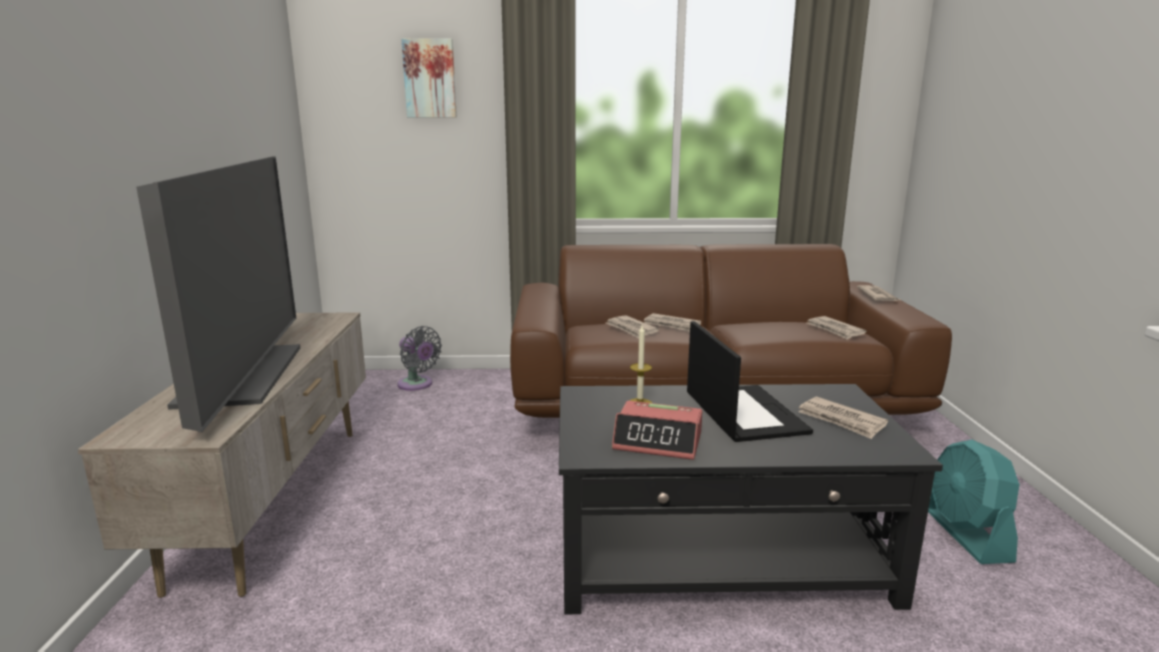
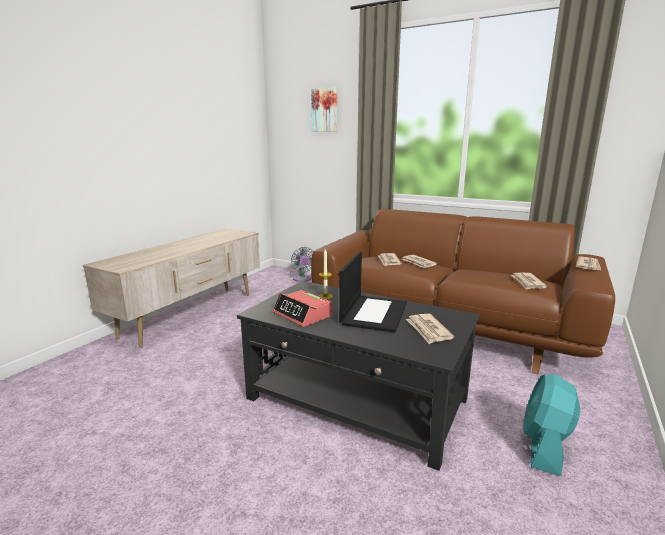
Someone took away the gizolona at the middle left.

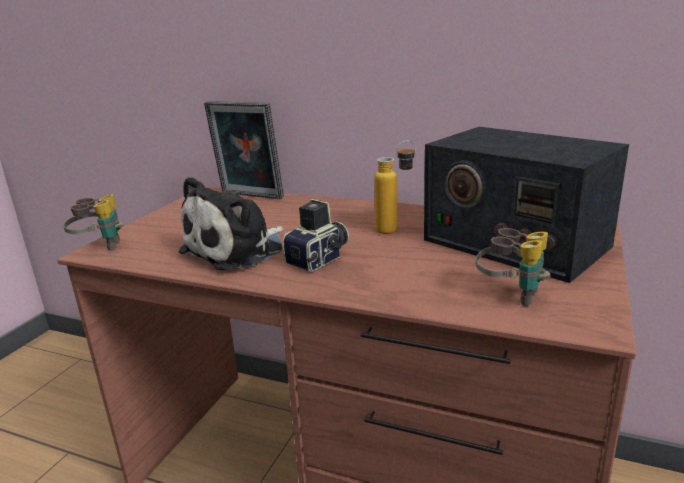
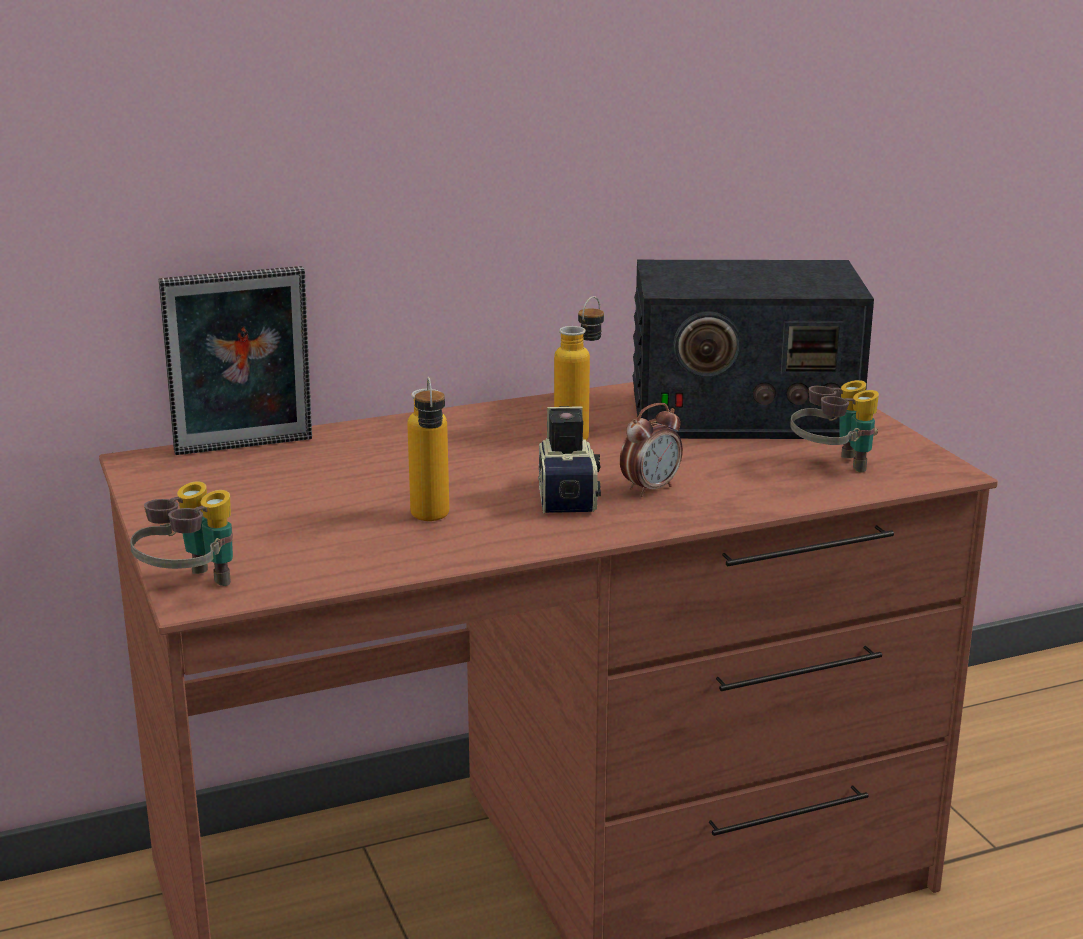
Someone put down the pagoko at the centre. Someone swapped the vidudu at the centre for the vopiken (1st from left) at the centre.

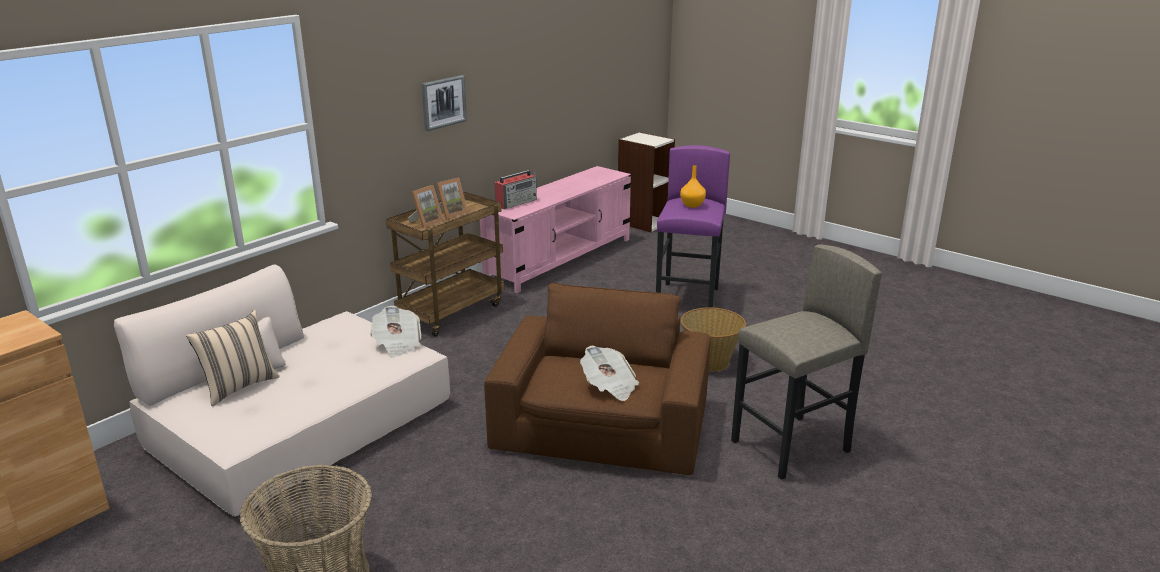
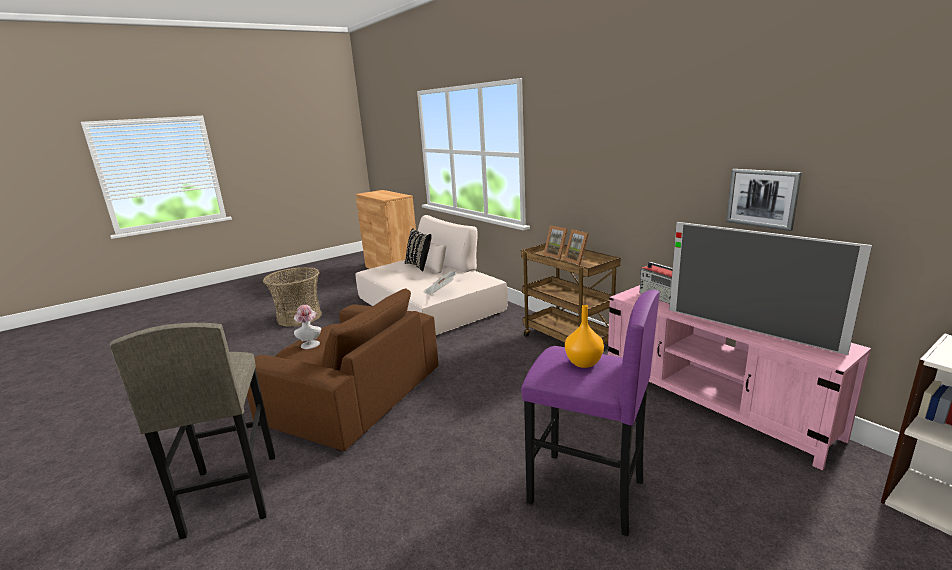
Someone took away the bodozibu (2nd from left) at the centre. Someone put down the gizolona at the middle right. Someone carried the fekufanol from the top centre to the middle right. Someone swapped the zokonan (2nd from left) at the centre for the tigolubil at the middle left. Someone repainted the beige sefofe at the middle left, which became the black sefofe at the centre.

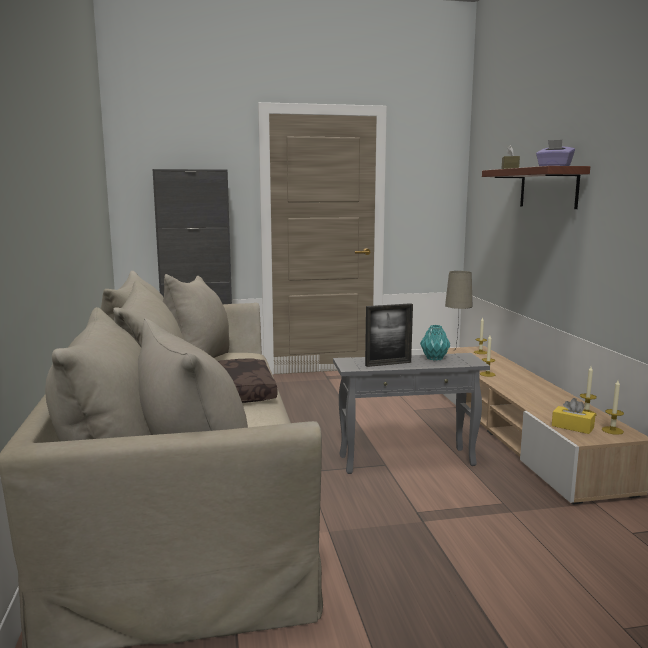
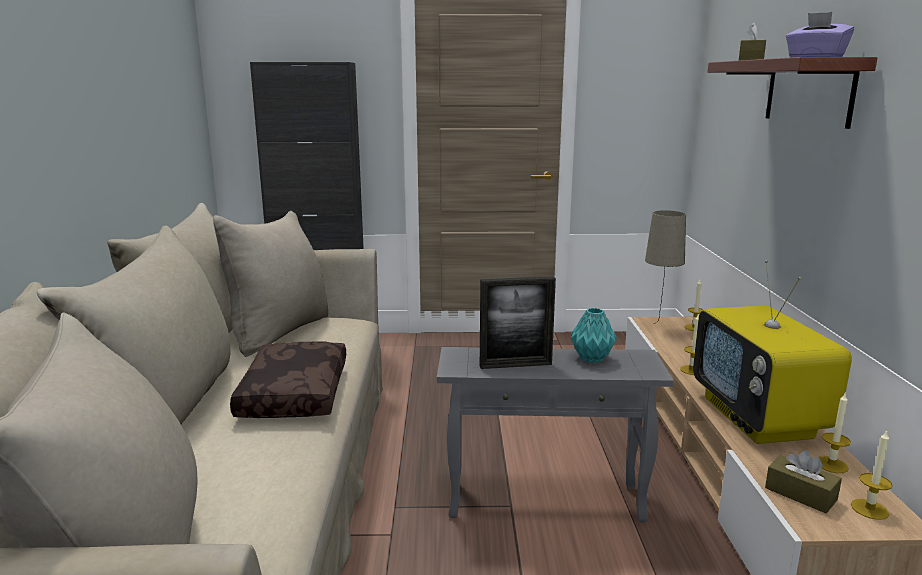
Someone put down the gizolona at the middle right. Someone repainted the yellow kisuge at the middle right, which became the brown kisuge (2nd from left) at the bottom right.

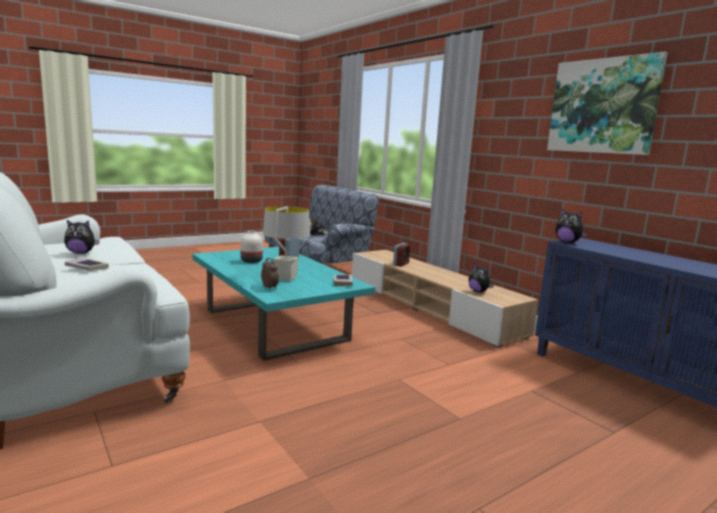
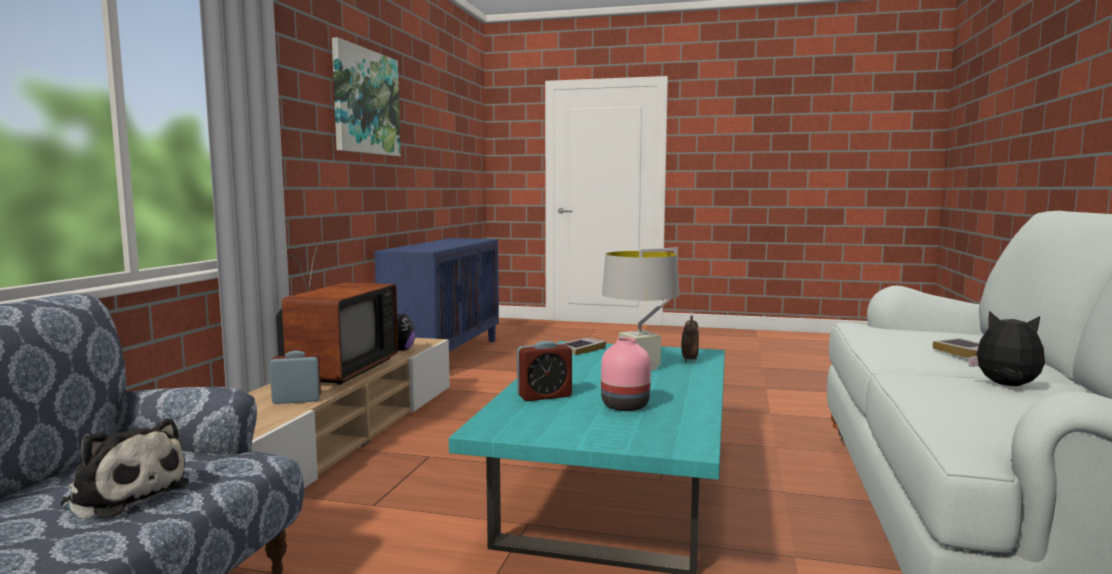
Someone took away the vidudu (4th from left) at the middle right. Someone put down the gizolona at the middle left. Someone repainted the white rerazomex at the centre, which became the pink rerazomex at the centre.

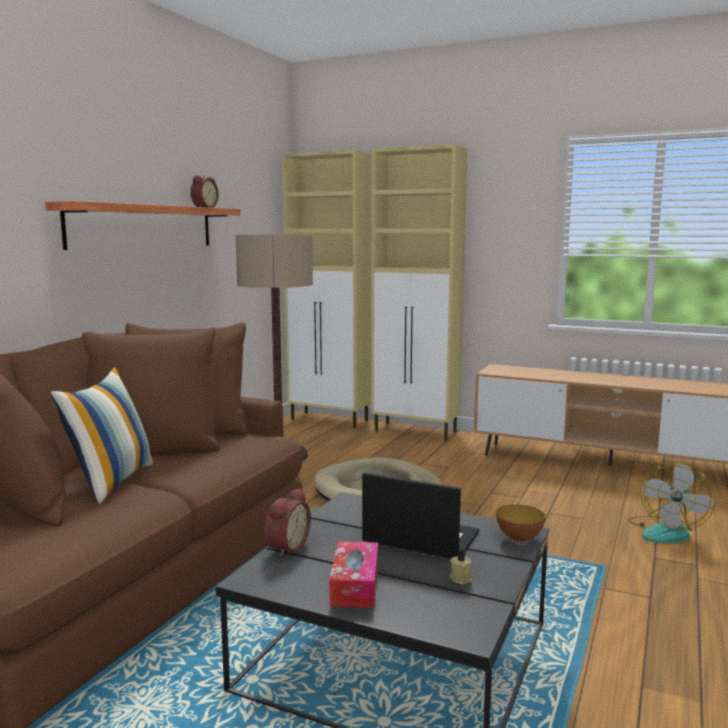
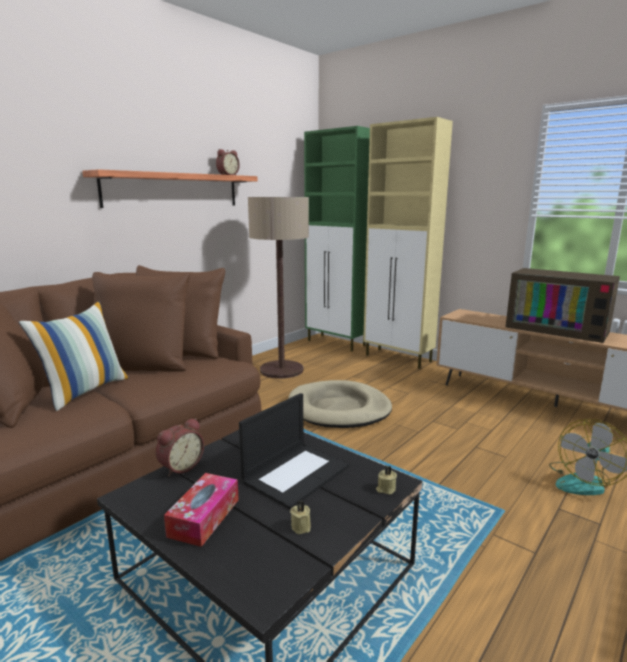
Someone put down the gizolona at the middle right. Someone swapped the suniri at the bottom right for the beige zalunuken (2nd from left) at the bottom centre. Someone repainted the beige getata (1st from left) at the centre, which became the green getata at the centre. Someone rotated the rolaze at the bottom centre by 90 degrees clockwise.

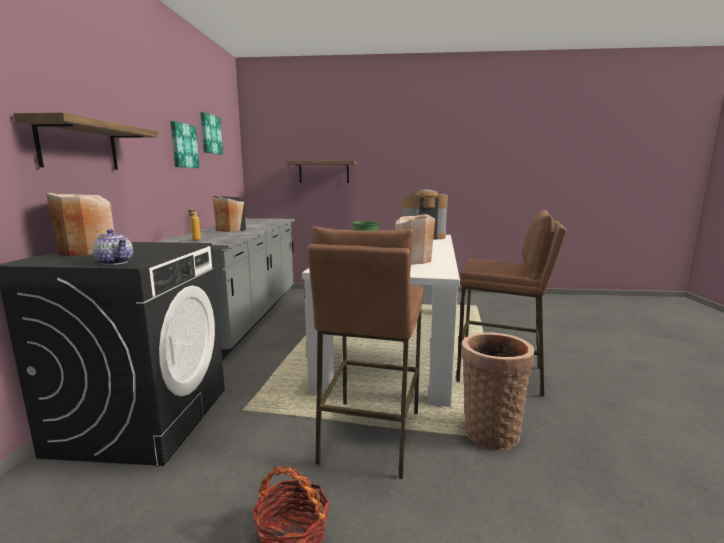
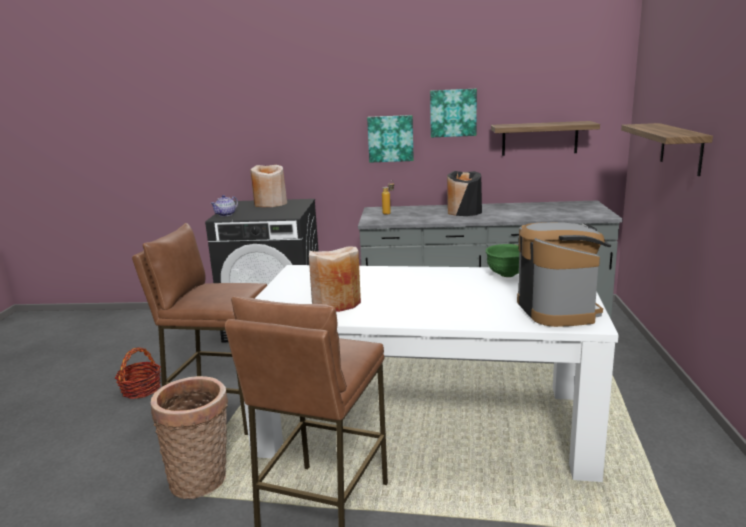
Someone carried the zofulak (1st from left) from the top left to the top right. Someone carried the fekufanol (2nd from left in the first image) from the top left to the top centre.

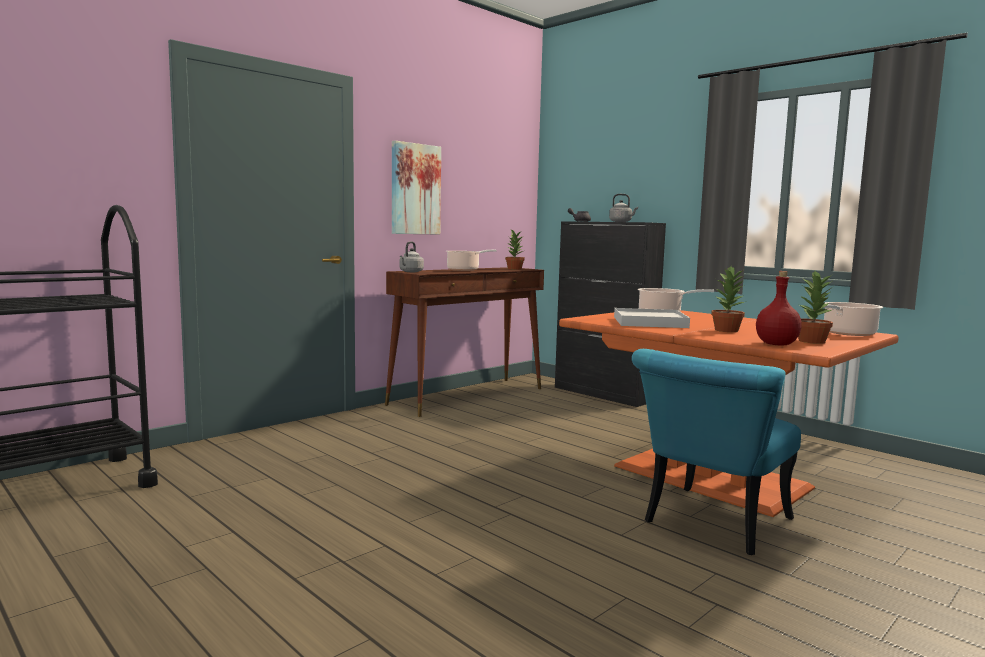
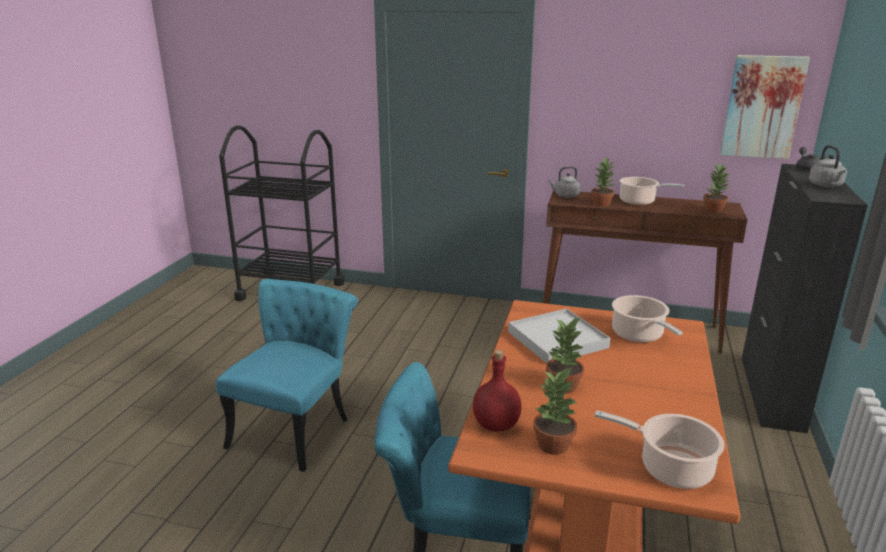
Someone put down the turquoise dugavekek (1st from left) at the bottom left. Someone put down the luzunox (3rd from left) at the top right. Someone carried the fekufanol from the top centre to the top right.

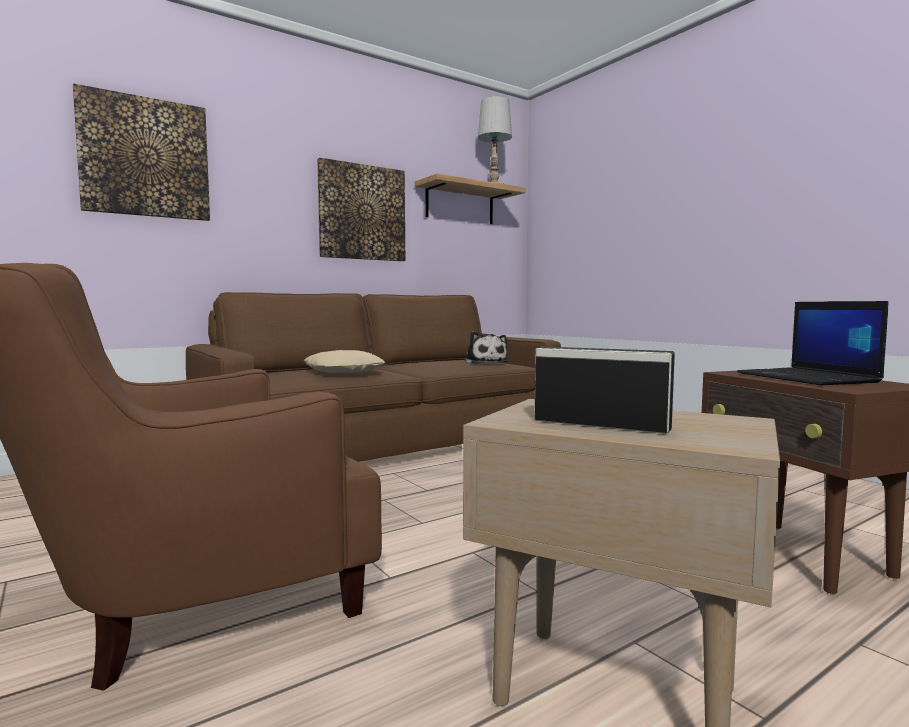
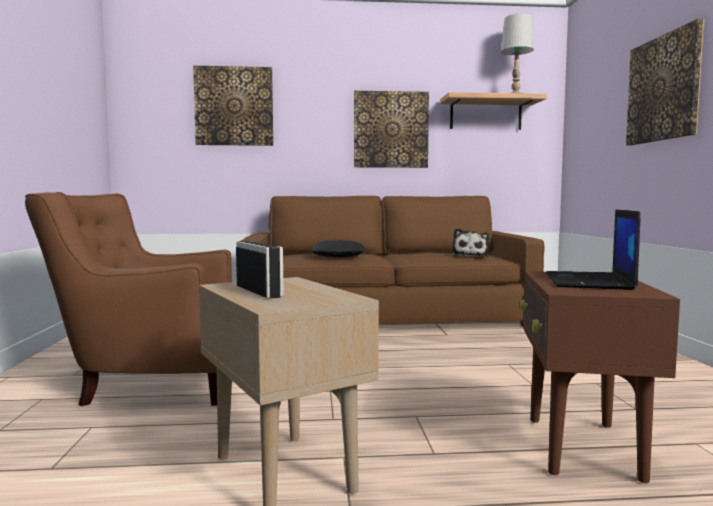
Someone put up the fekufanol (3rd from left) at the top right. Someone repainted the beige sefofe at the centre, which became the black sefofe at the centre.

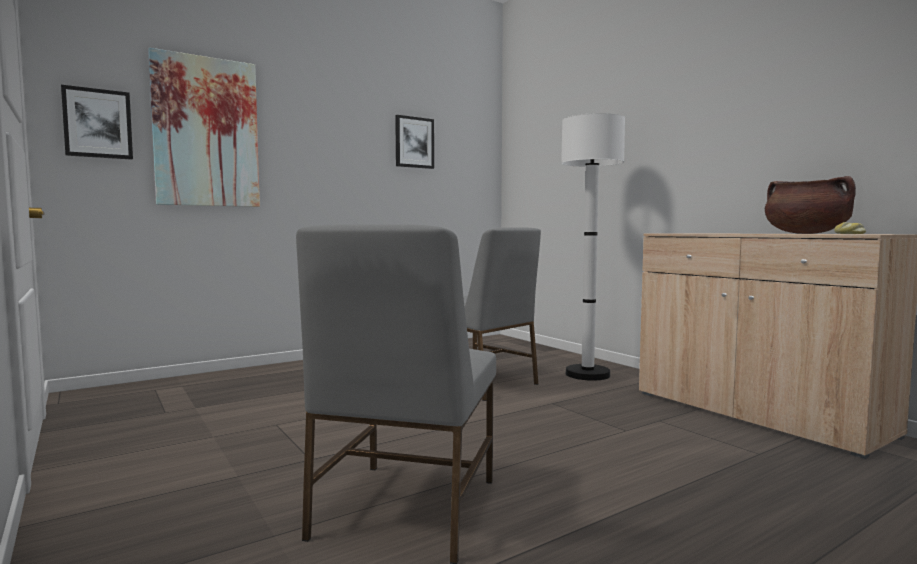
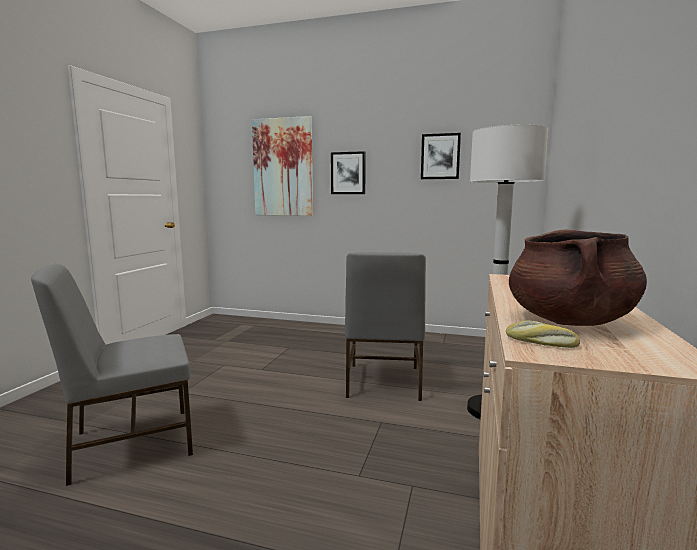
Someone carried the fekufanol (1st from left in the first image) from the top left to the top centre.

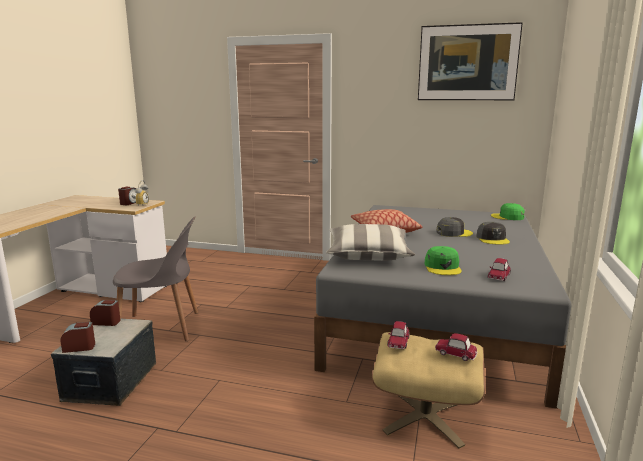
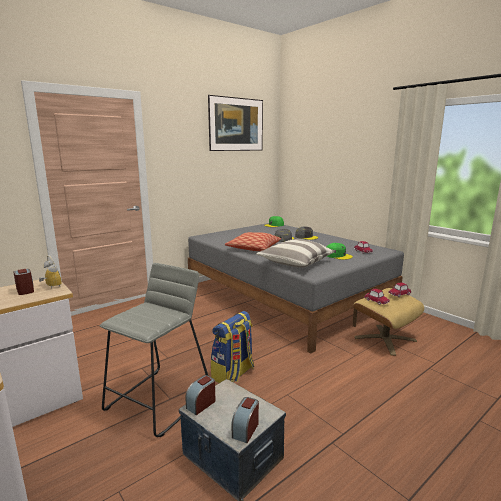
Someone put down the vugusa at the bottom centre. Someone swapped the grey dugavekek at the middle left for the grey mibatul at the bottom left.

